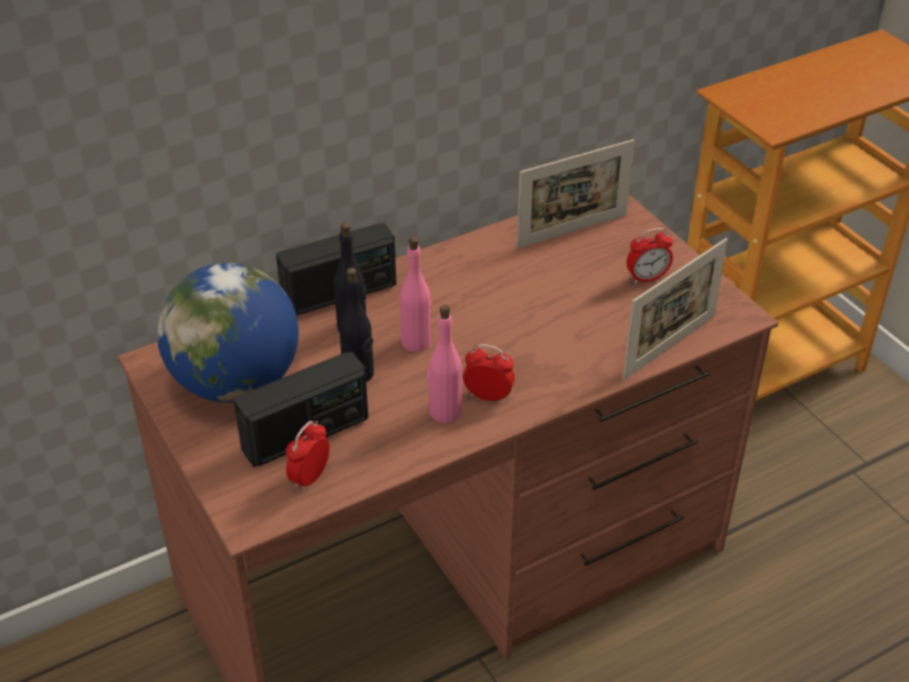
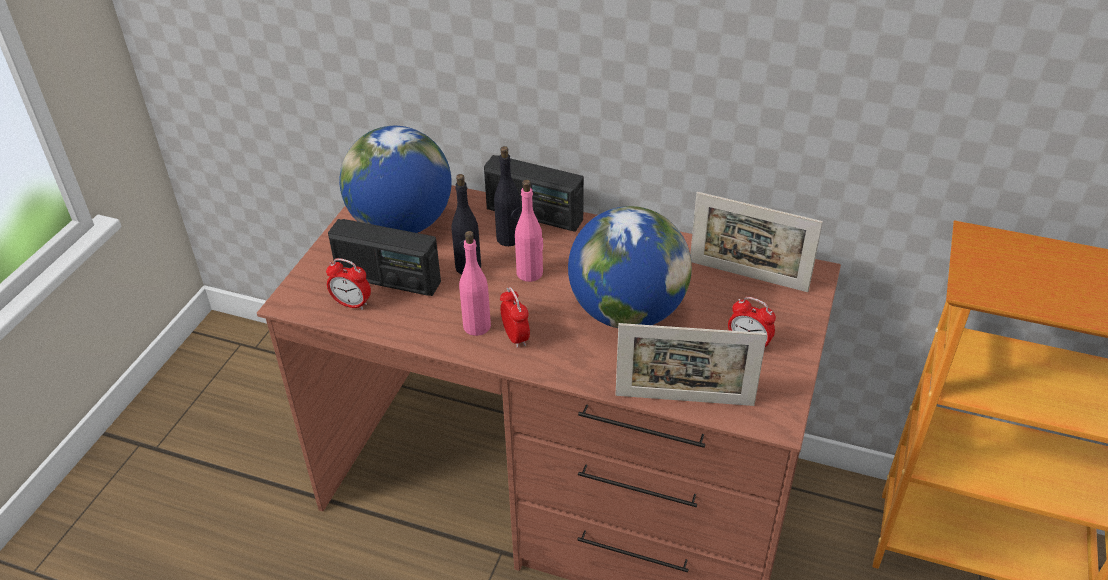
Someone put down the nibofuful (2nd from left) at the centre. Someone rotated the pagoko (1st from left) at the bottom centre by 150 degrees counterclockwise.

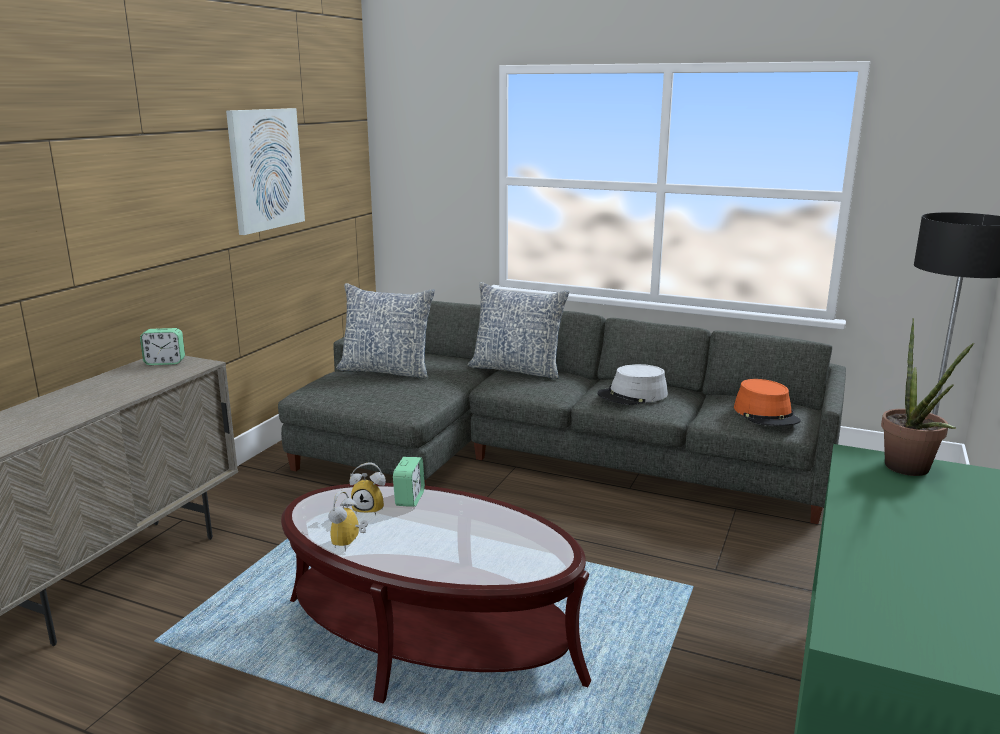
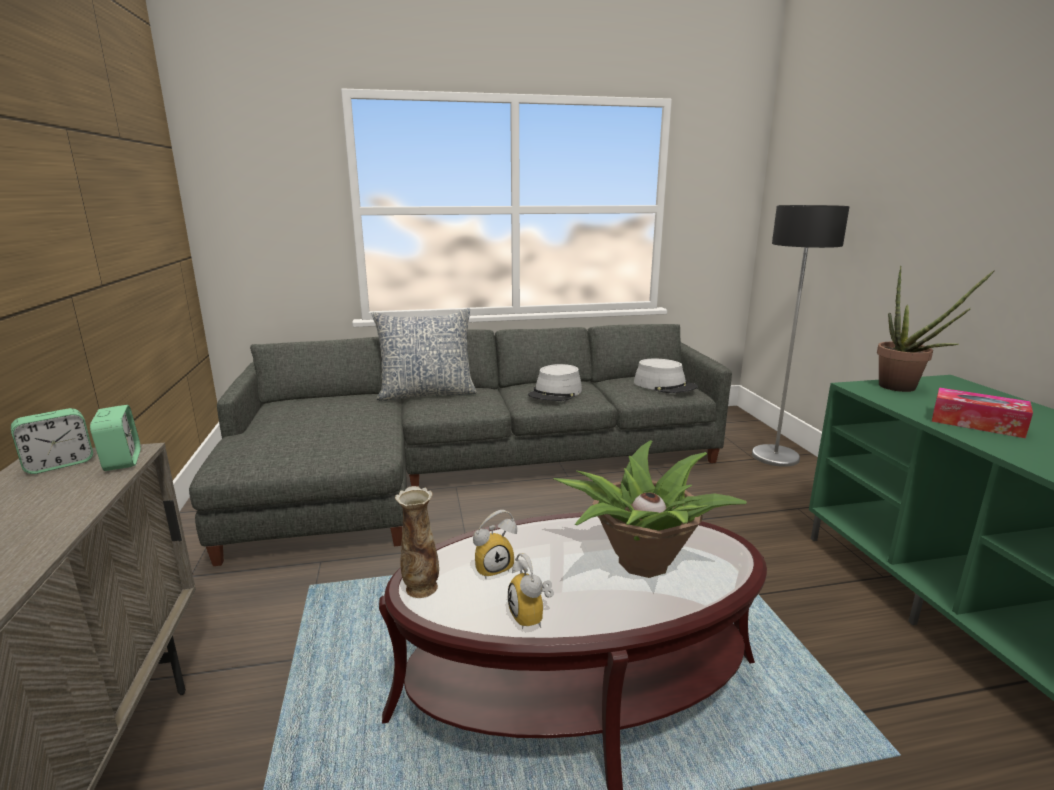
Someone took away the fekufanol at the top left. Someone took away the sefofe (1st from left) at the centre. Someone put down the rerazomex at the bottom centre. Someone put down the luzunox (1st from left) at the centre. Someone put down the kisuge at the middle right. Someone carried the pagoko (4th from left in the first image) from the centre to the middle left. Someone repainted the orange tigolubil at the middle right, which became the grey tigolubil (2nd from left) at the centre.

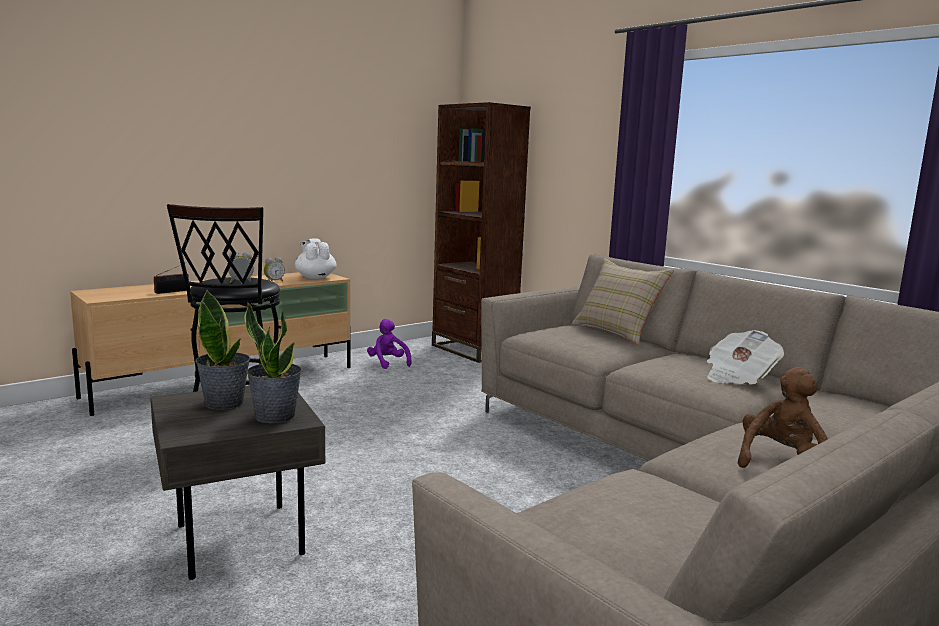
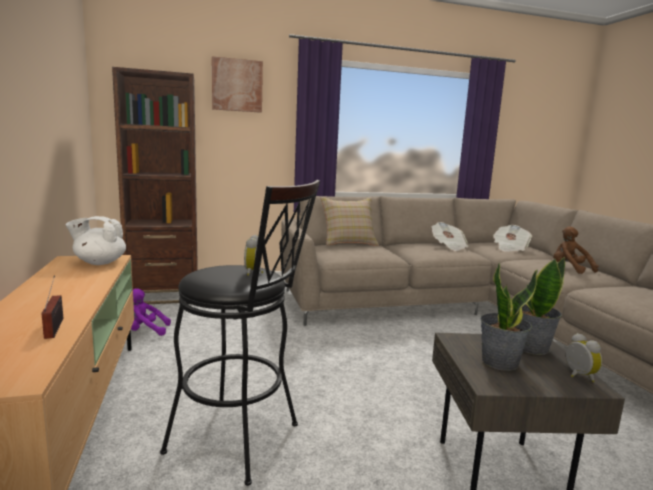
Someone put up the fekufanol at the top centre. Someone put down the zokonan (2nd from left) at the middle right. Someone carried the pagoko (2nd from left) from the middle left to the bottom right.

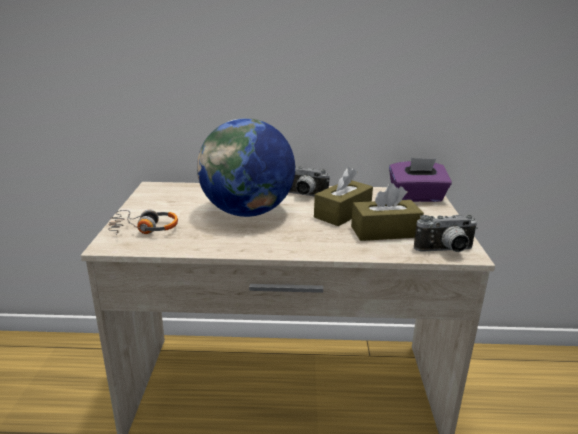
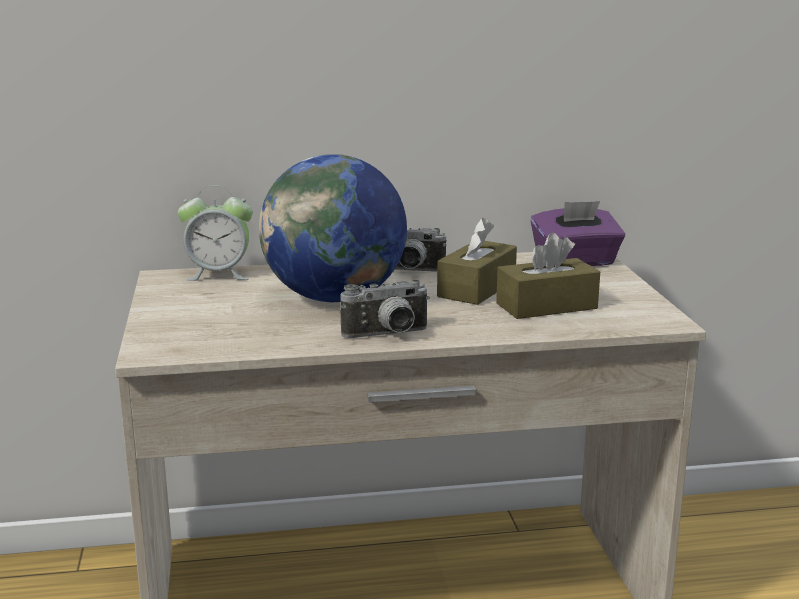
Someone took away the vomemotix at the middle left. Someone put down the pagoko at the middle left. Someone carried the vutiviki (2nd from left in the first image) from the middle right to the centre.

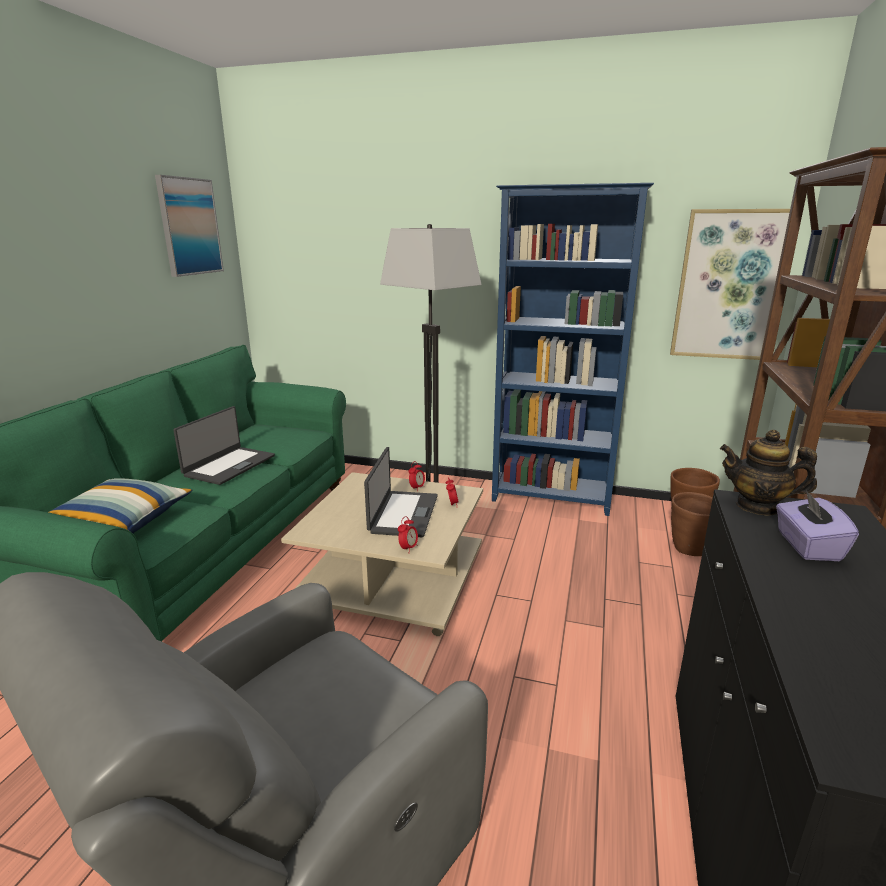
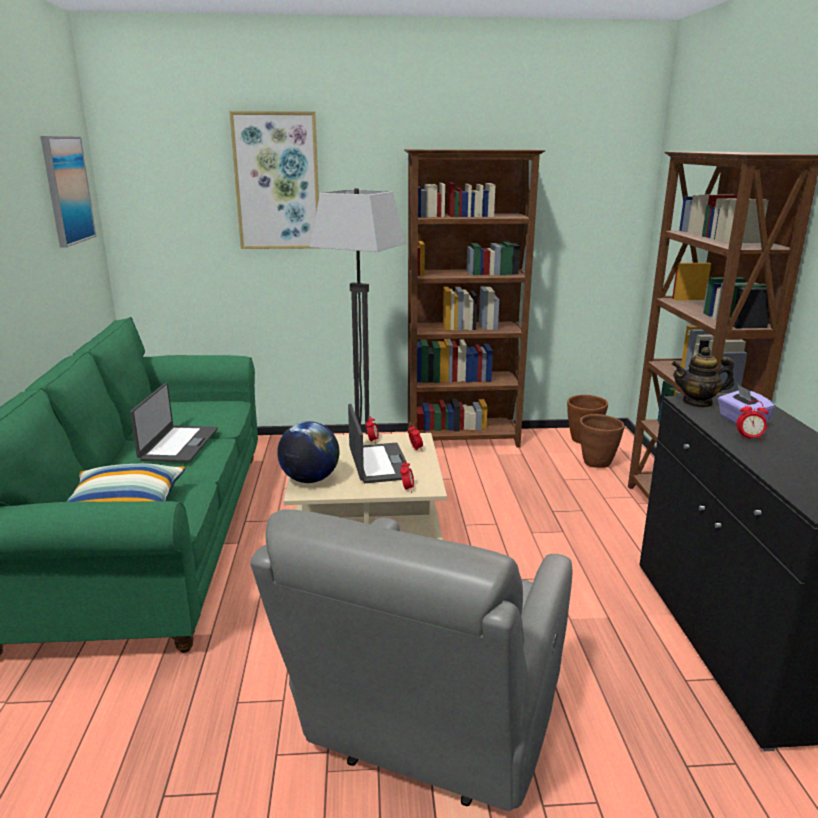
Someone put down the nibofuful at the centre. Someone put down the pagoko (4th from left) at the middle right. Someone carried the fekufanol (2nd from left) from the top right to the top centre. Someone repainted the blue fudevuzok at the centre, which became the brown fudevuzok (1st from left) at the centre.

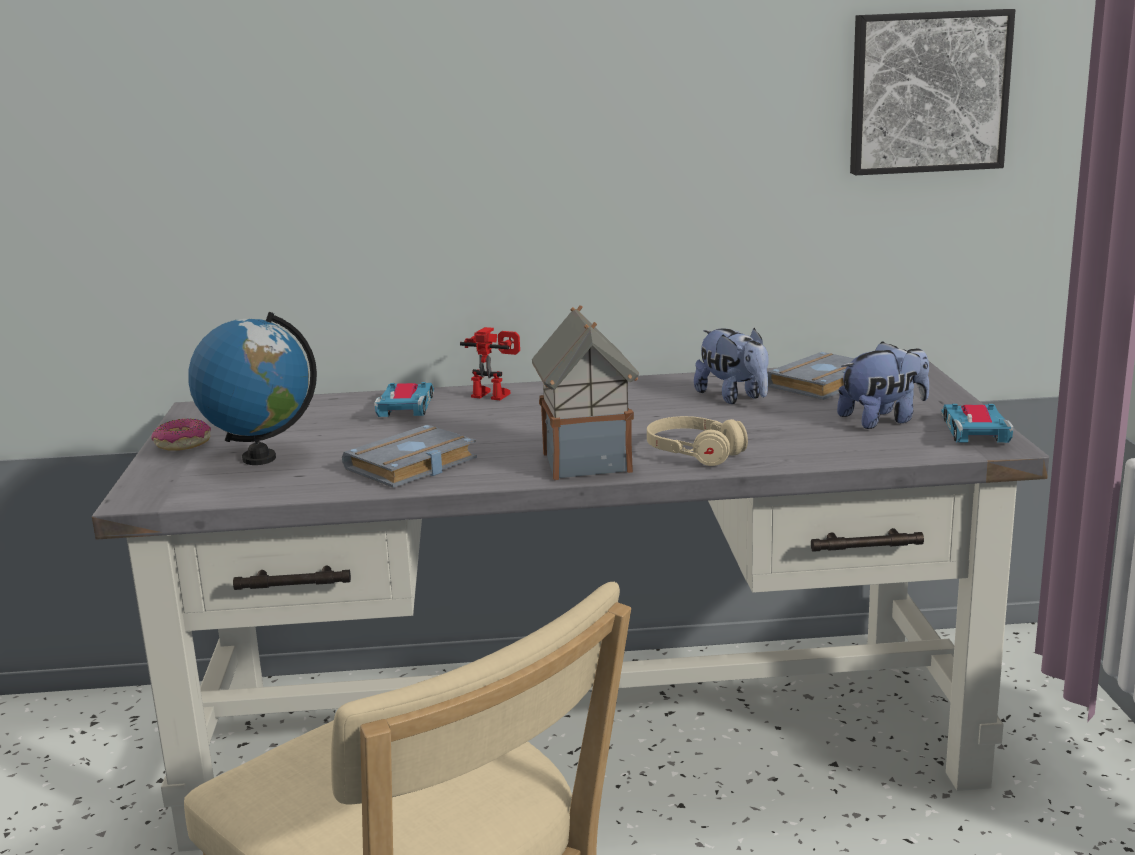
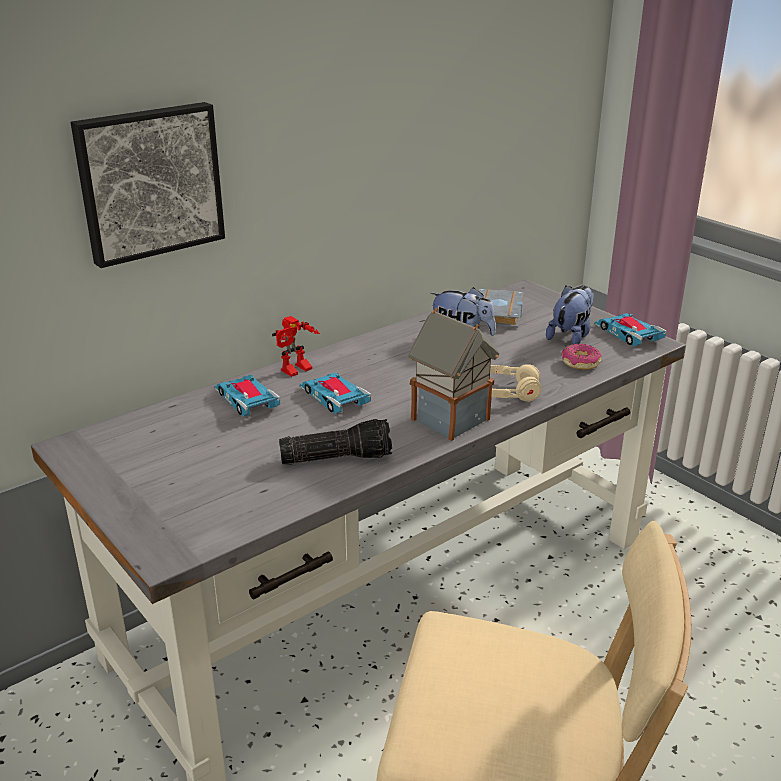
Someone took away the nibofuful at the middle left. Someone put down the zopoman (2nd from left) at the centre. Someone carried the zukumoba from the middle left to the middle right. Someone carried the fekufanol from the top right to the top left. Someone swapped the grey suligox (1st from left) at the centre for the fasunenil at the centre. Someone rotated the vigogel at the centre by 150 degrees clockwise.

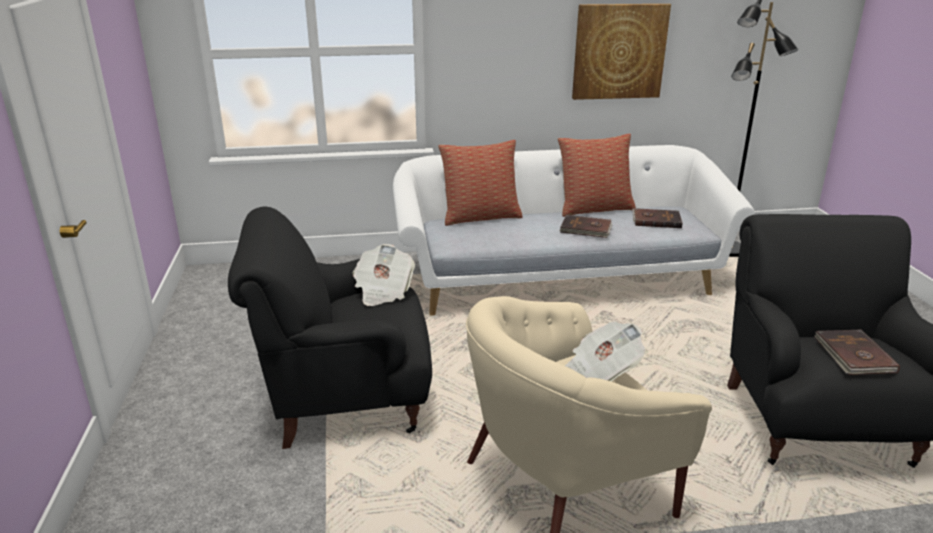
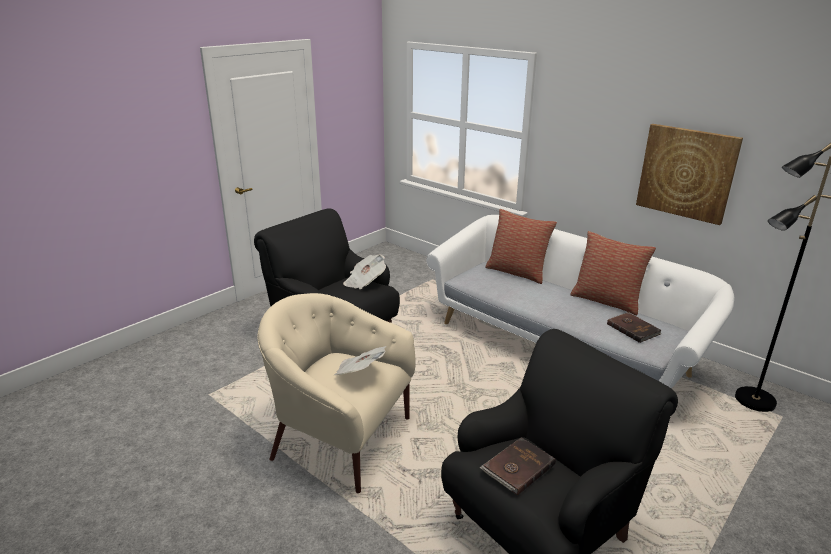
Someone took away the brown suligox (1st from left) at the centre.

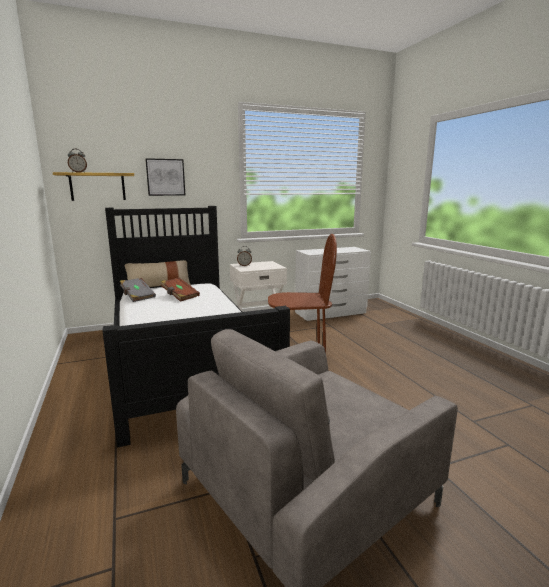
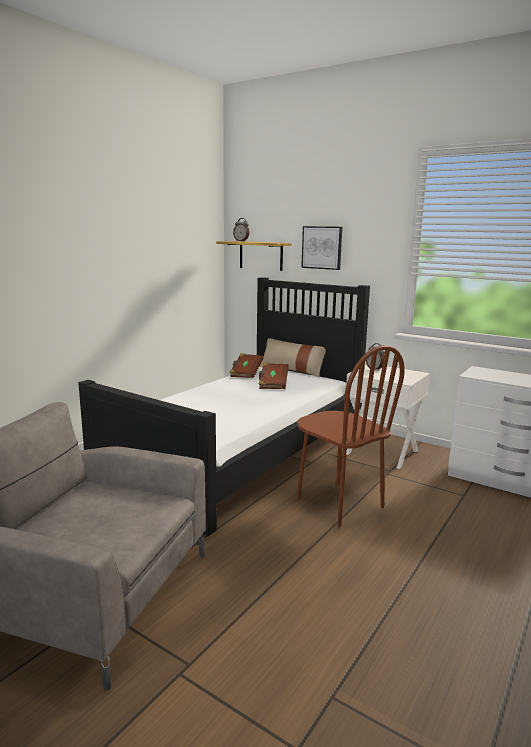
Someone repainted the grey suligox at the middle left, which became the brown suligox (1st from left) at the centre.

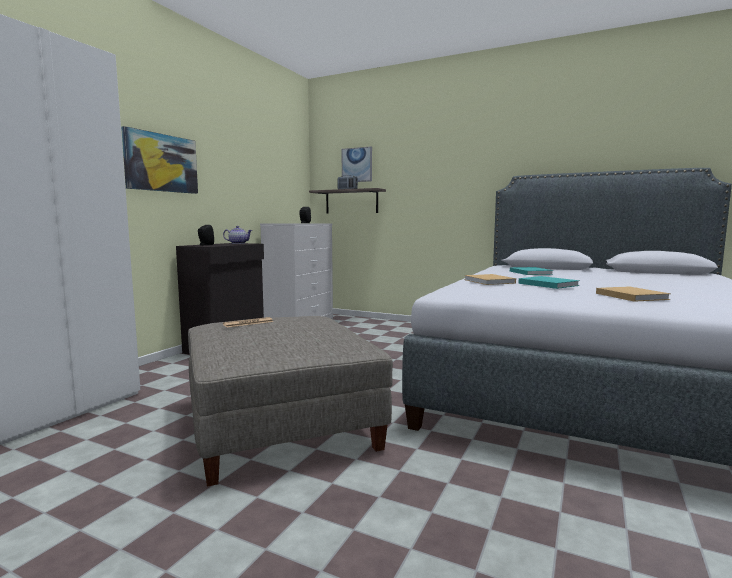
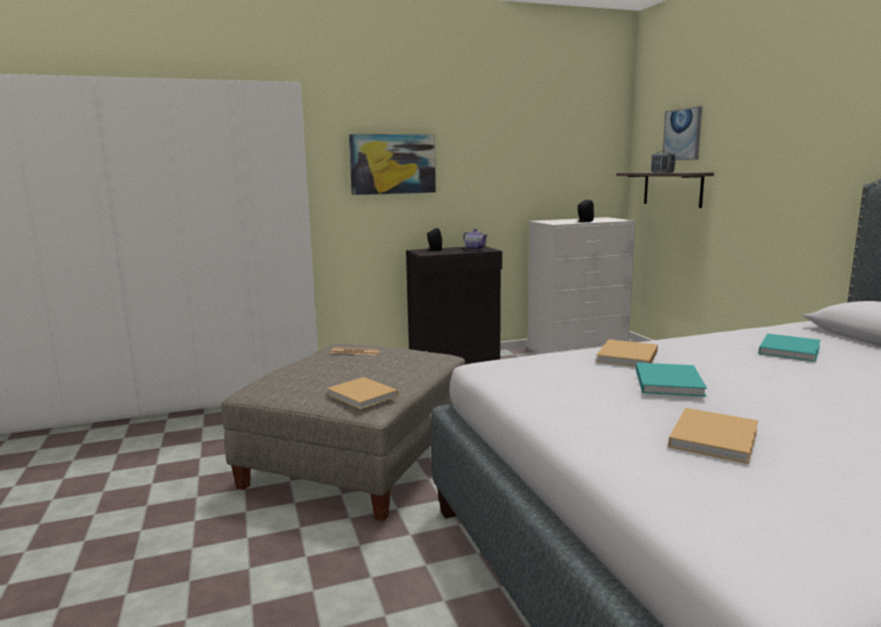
Someone put down the beige suligox (1st from left) at the centre.

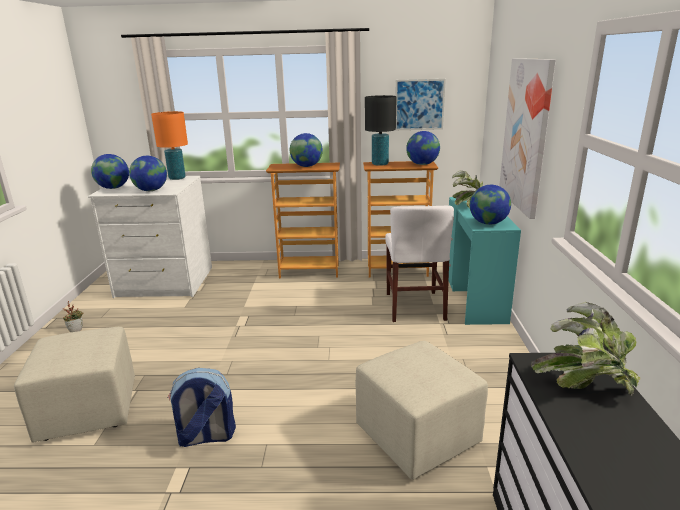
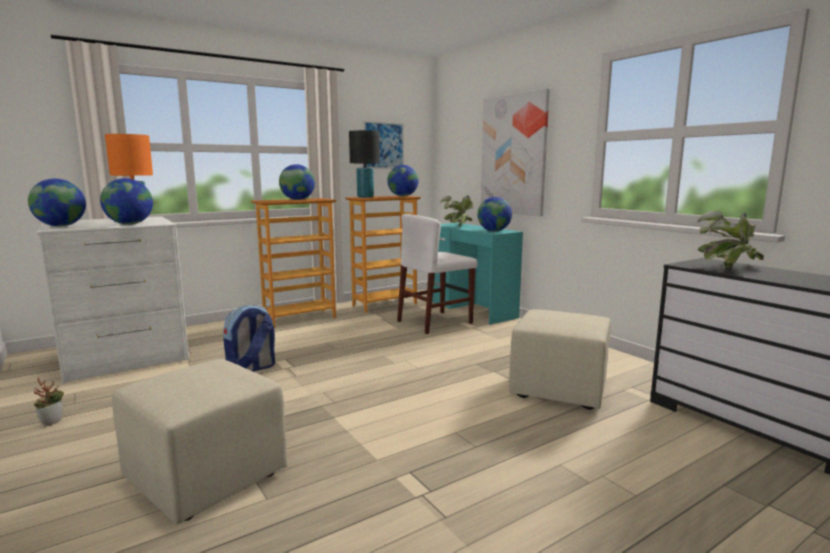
Someone carried the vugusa from the bottom left to the middle left. Someone rotated the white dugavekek at the centre by 90 degrees clockwise.

